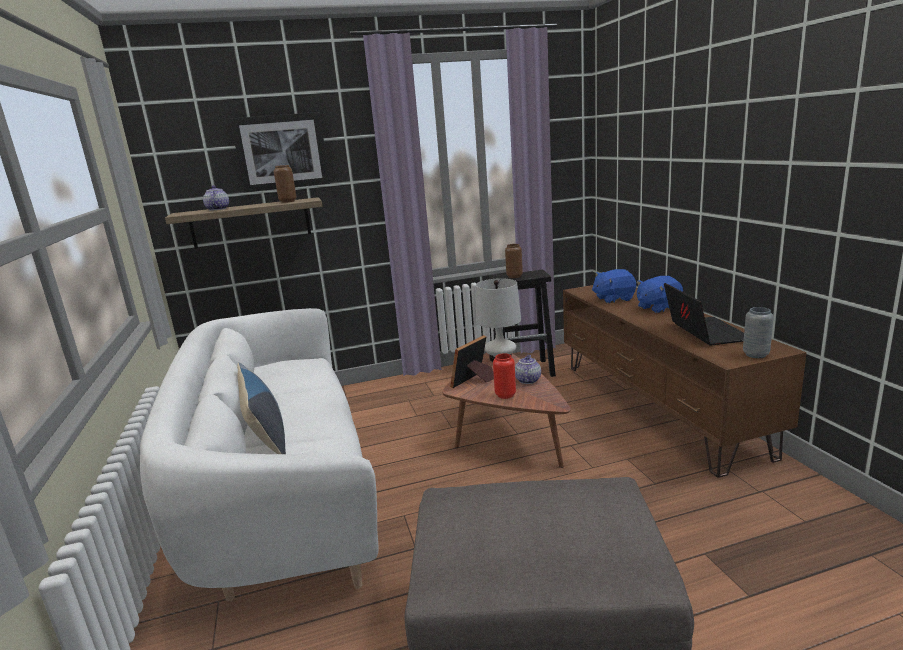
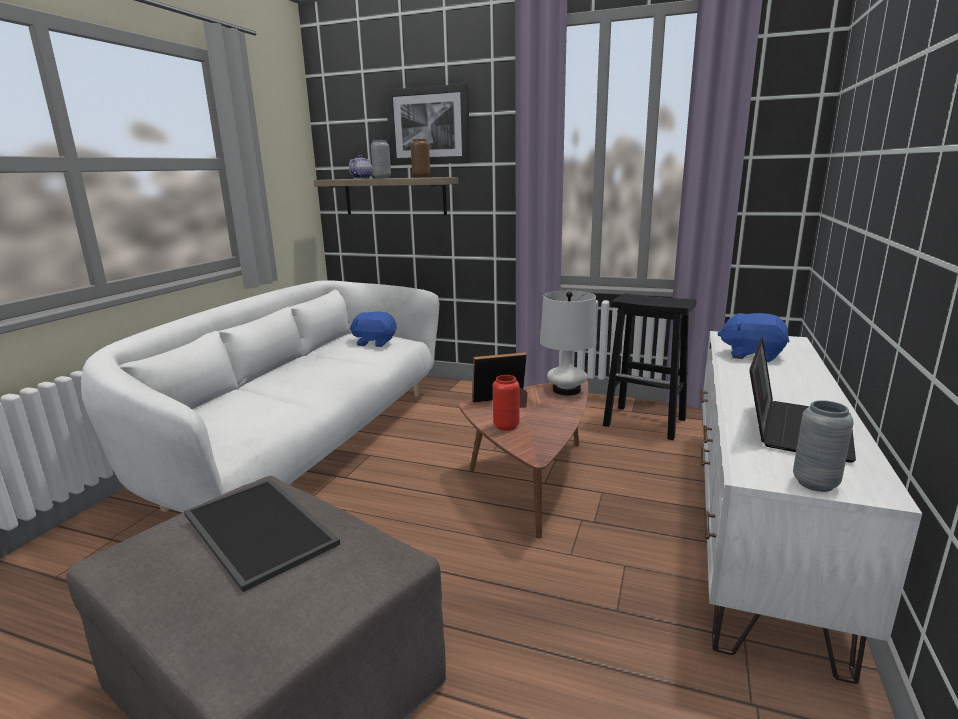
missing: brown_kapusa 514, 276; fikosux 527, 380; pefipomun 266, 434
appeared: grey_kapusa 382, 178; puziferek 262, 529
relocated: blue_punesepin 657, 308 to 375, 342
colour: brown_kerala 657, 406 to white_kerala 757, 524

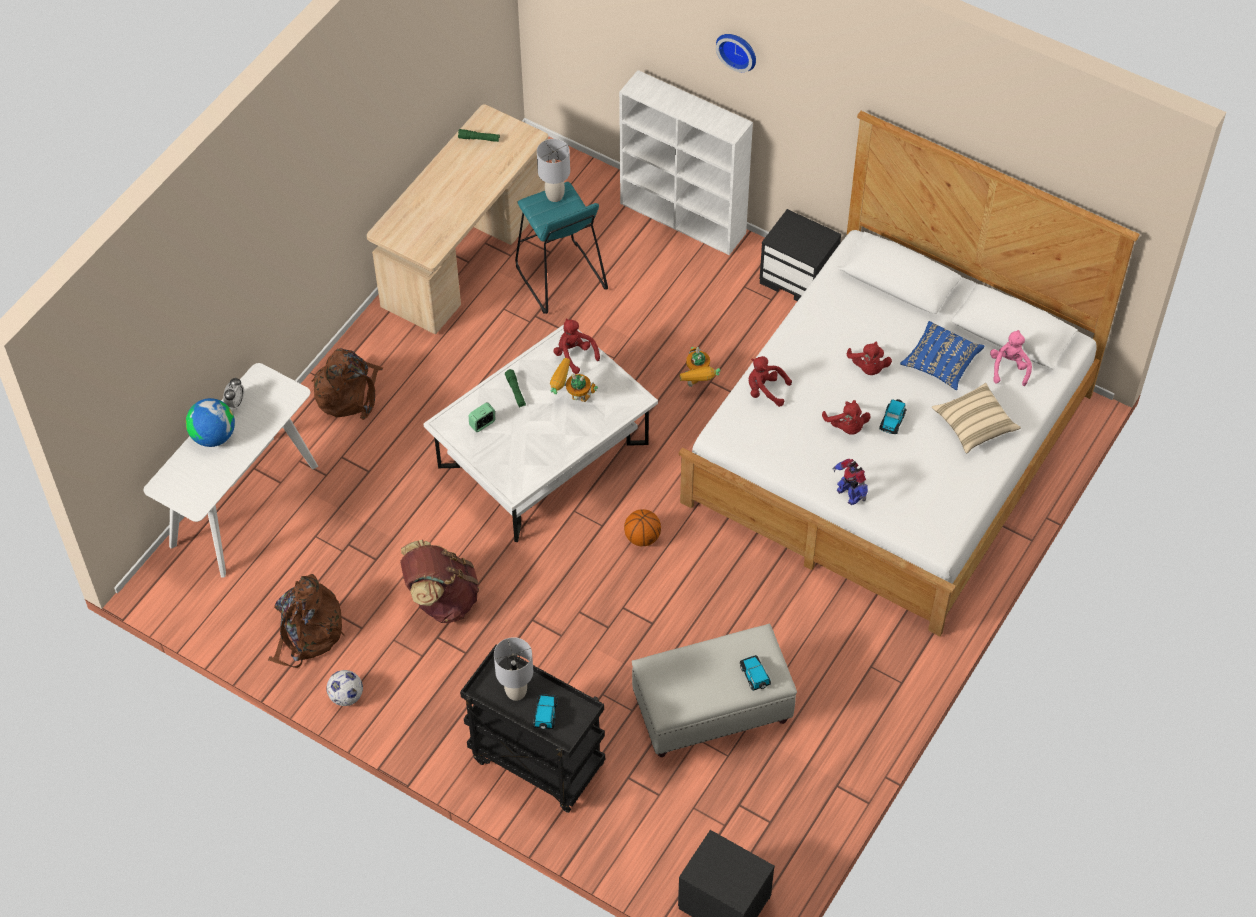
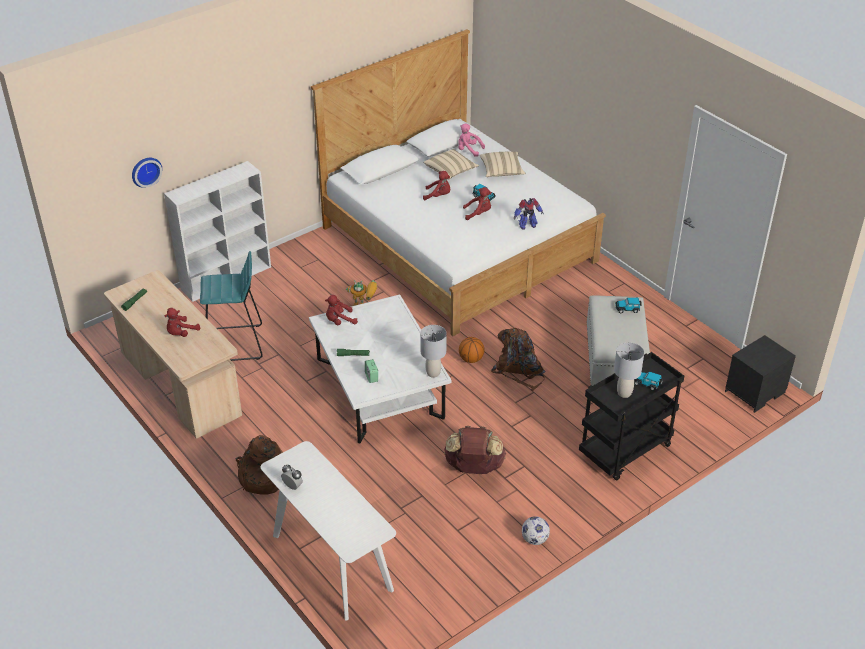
missing: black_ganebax 799, 279; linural 571, 399; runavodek 214, 436
relocated: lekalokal 738, 50 to 145, 171; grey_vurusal 555, 196 to 433, 373; red_punesepin 765, 390 to 181, 333; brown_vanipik 307, 633 to 519, 370
colour: blue_pefipomun 941, 363 to beige_pefipomun 450, 171

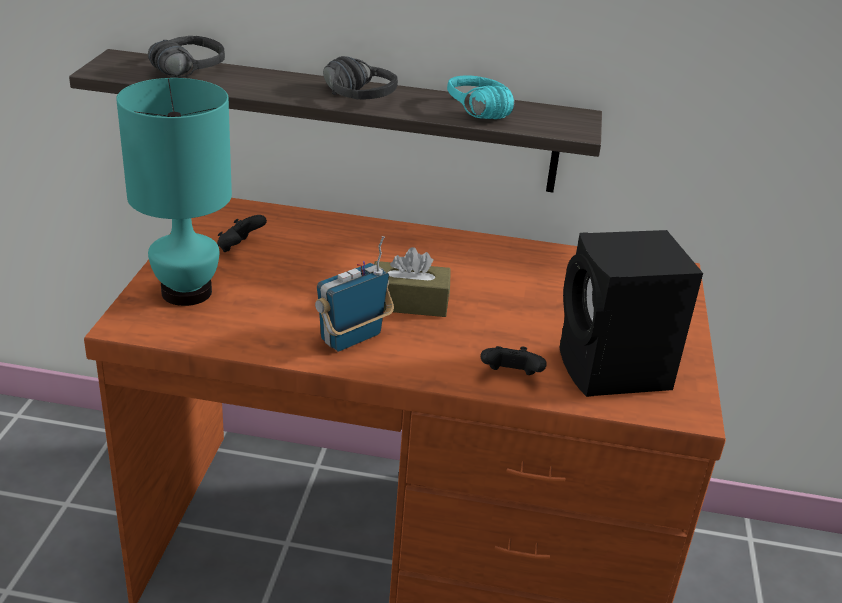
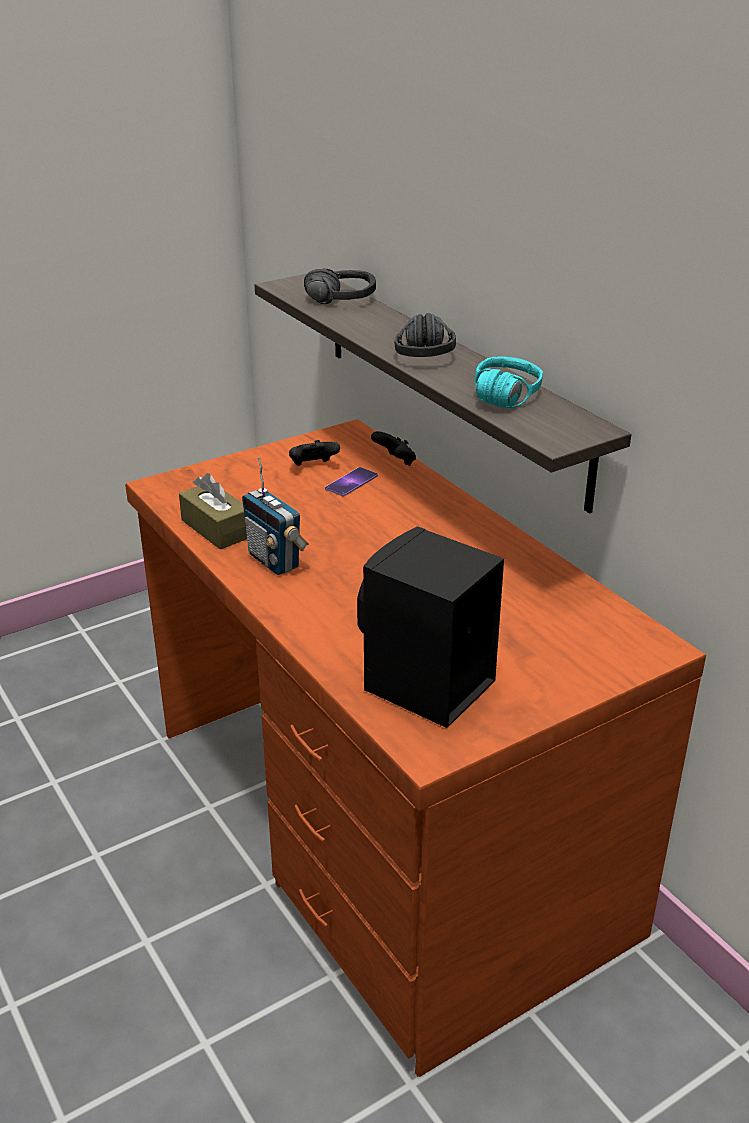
missing: turquoise_vurusal 187, 291
appeared: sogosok 351, 482
relocated: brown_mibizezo 409, 303 to 217, 528; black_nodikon 510, 377 to 395, 462
spun: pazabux 352, 338 = 274, 561 135 degrees counterclockwise

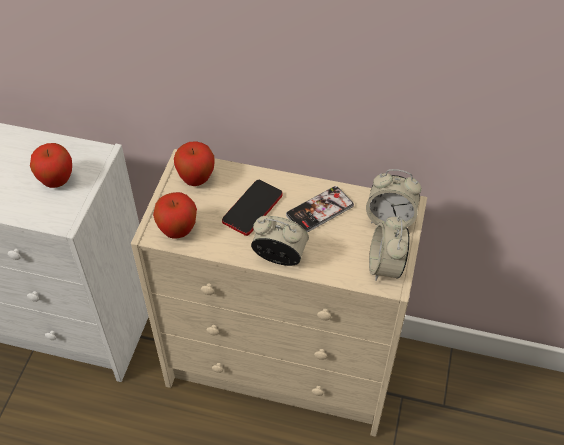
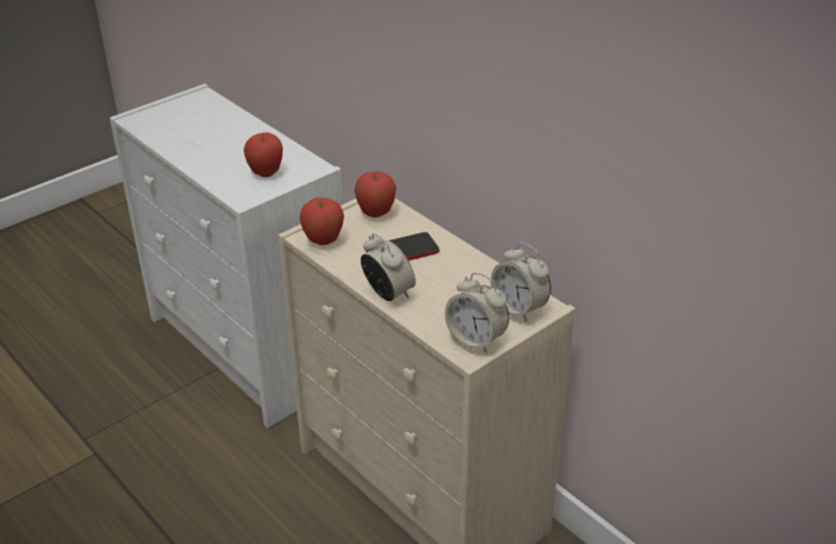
missing: sogosok 320, 210
spun: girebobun 385, 266 = 476, 339 90 degrees counterclockwise

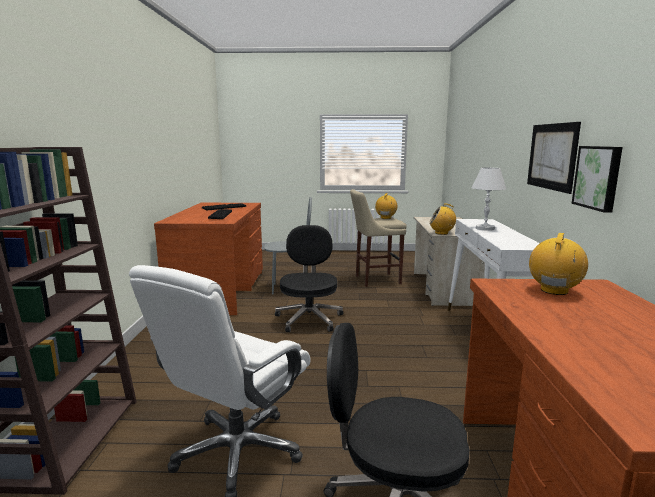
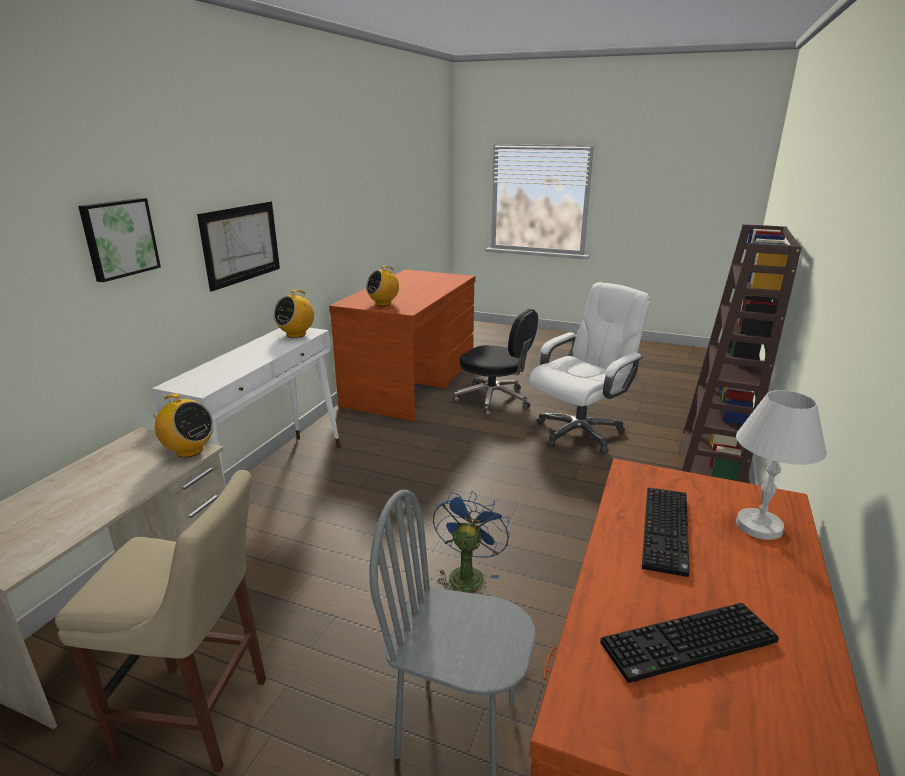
relocated: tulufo 598, 177 to 119, 238; white_vurusal 484, 228 to 759, 526; pazabux 386, 218 to 296, 334
exchanged: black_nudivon 309, 318 to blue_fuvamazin 467, 573

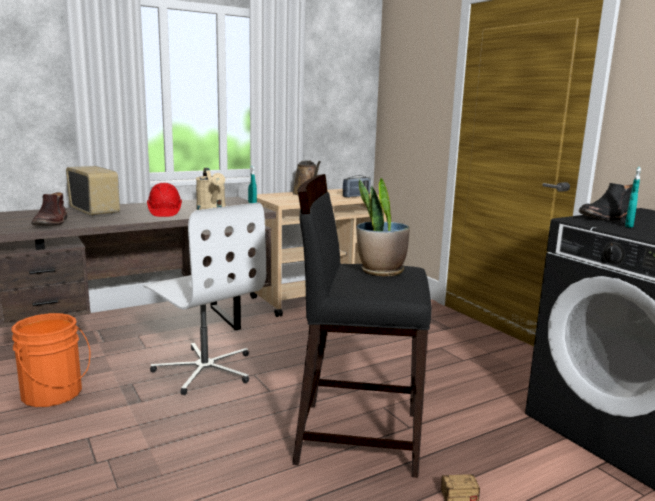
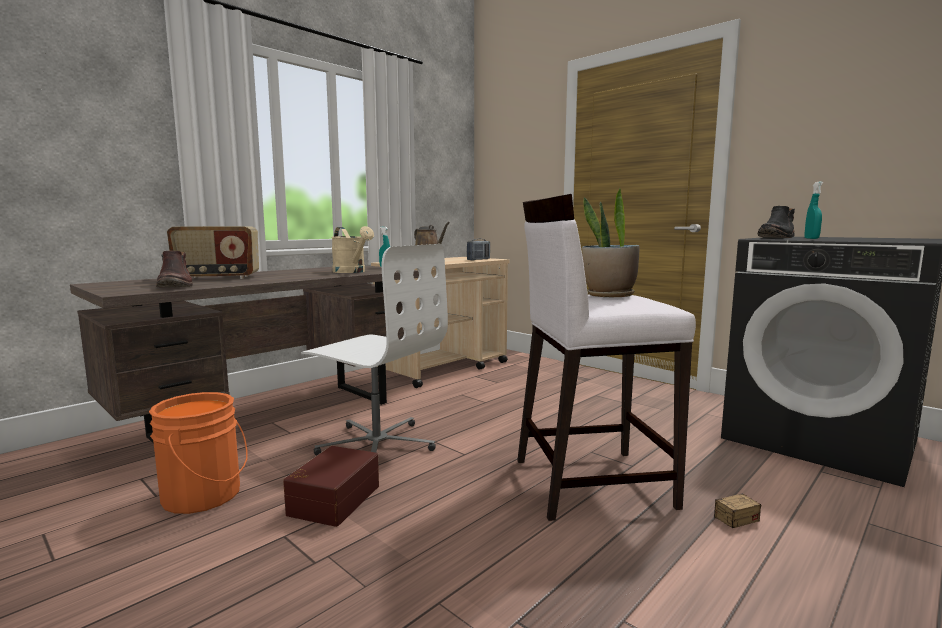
missing: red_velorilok 164, 212
appeared: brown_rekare 332, 499
colour: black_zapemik 356, 436 to white_zapemik 589, 482
spun: pazabux 95, 212 = 217, 278 135 degrees clockwise

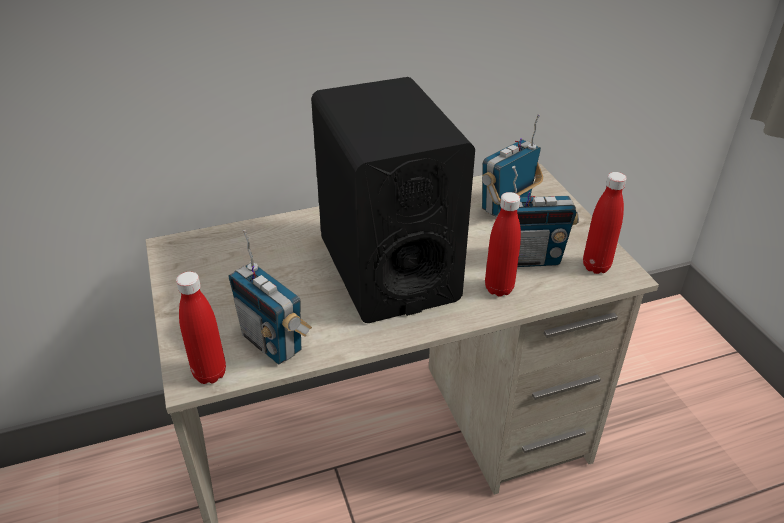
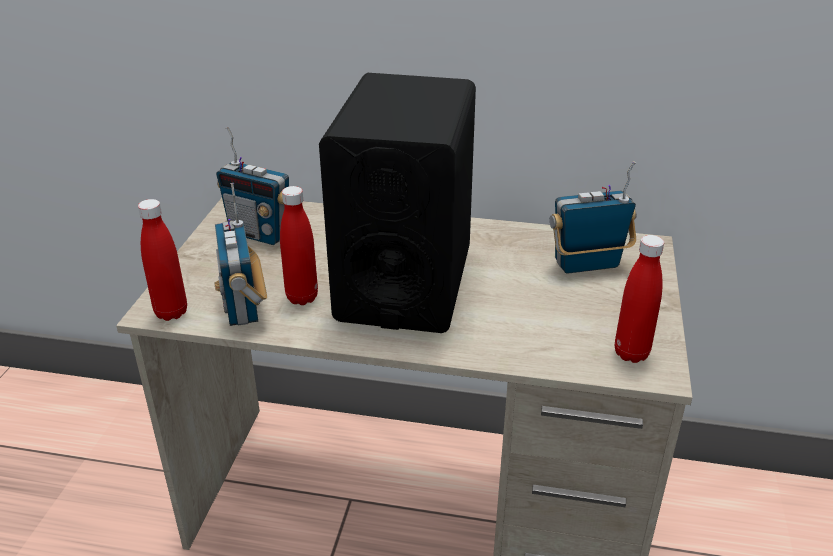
relocated: pazabux 530, 258 to 260, 234; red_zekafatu 499, 288 to 302, 297

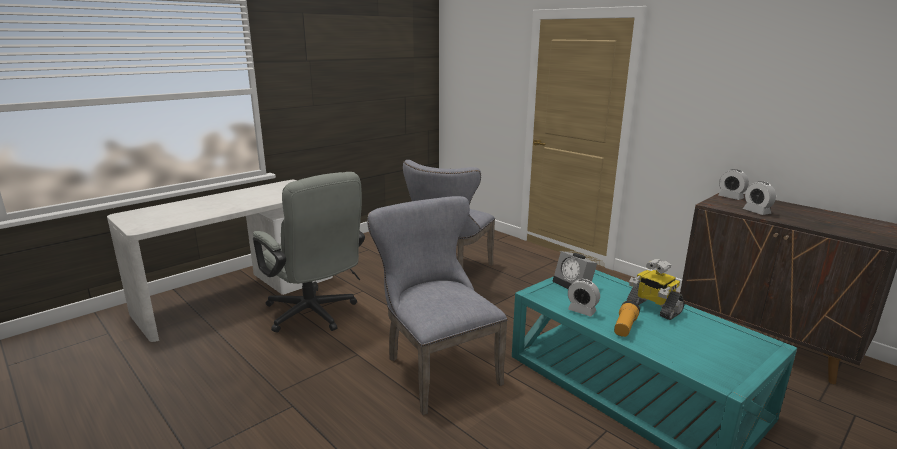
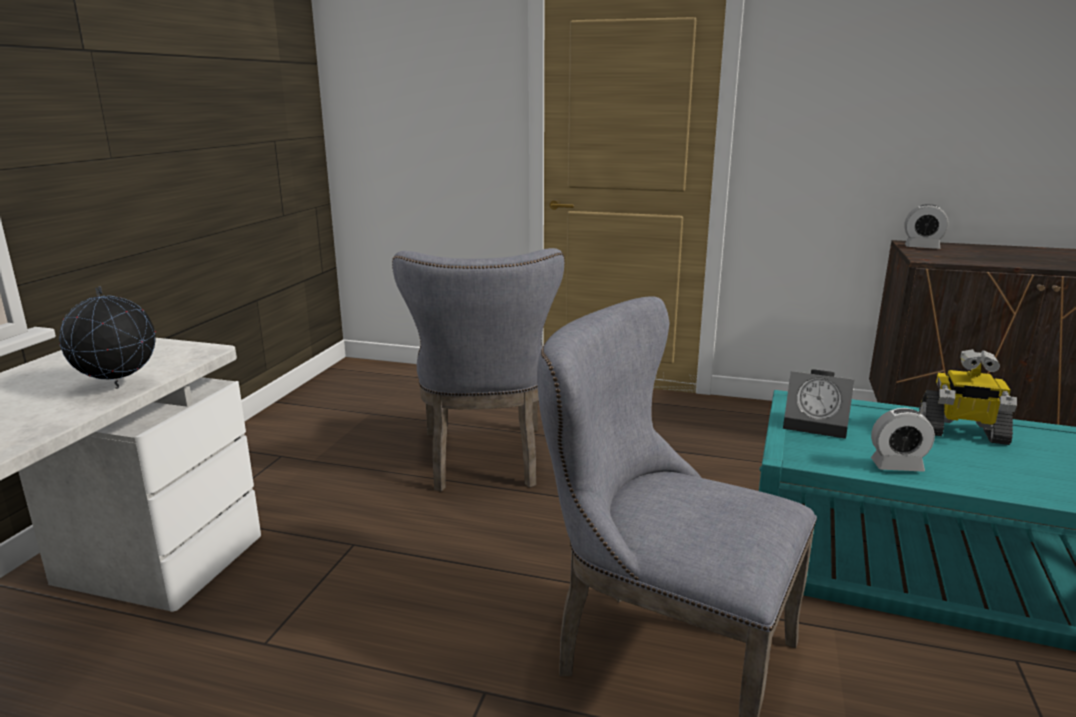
missing: grey_nudivon 314, 315; girebobun 756, 211; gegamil 625, 327
appeared: runavodek 119, 387

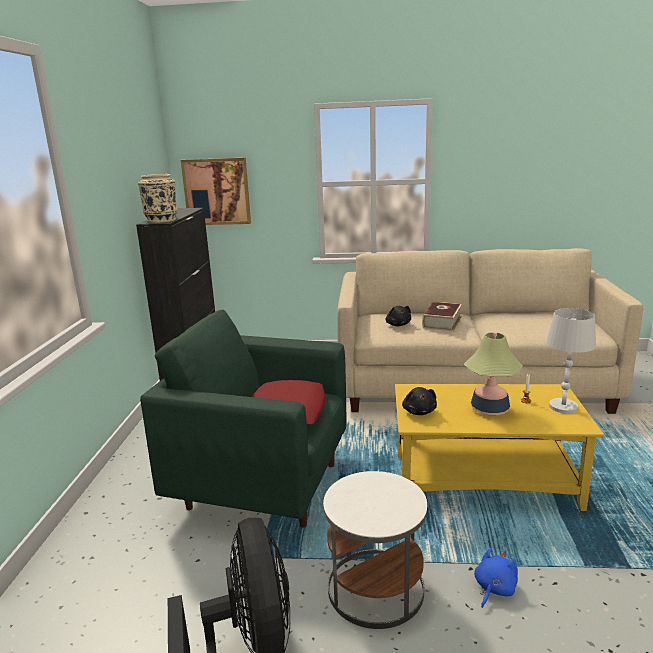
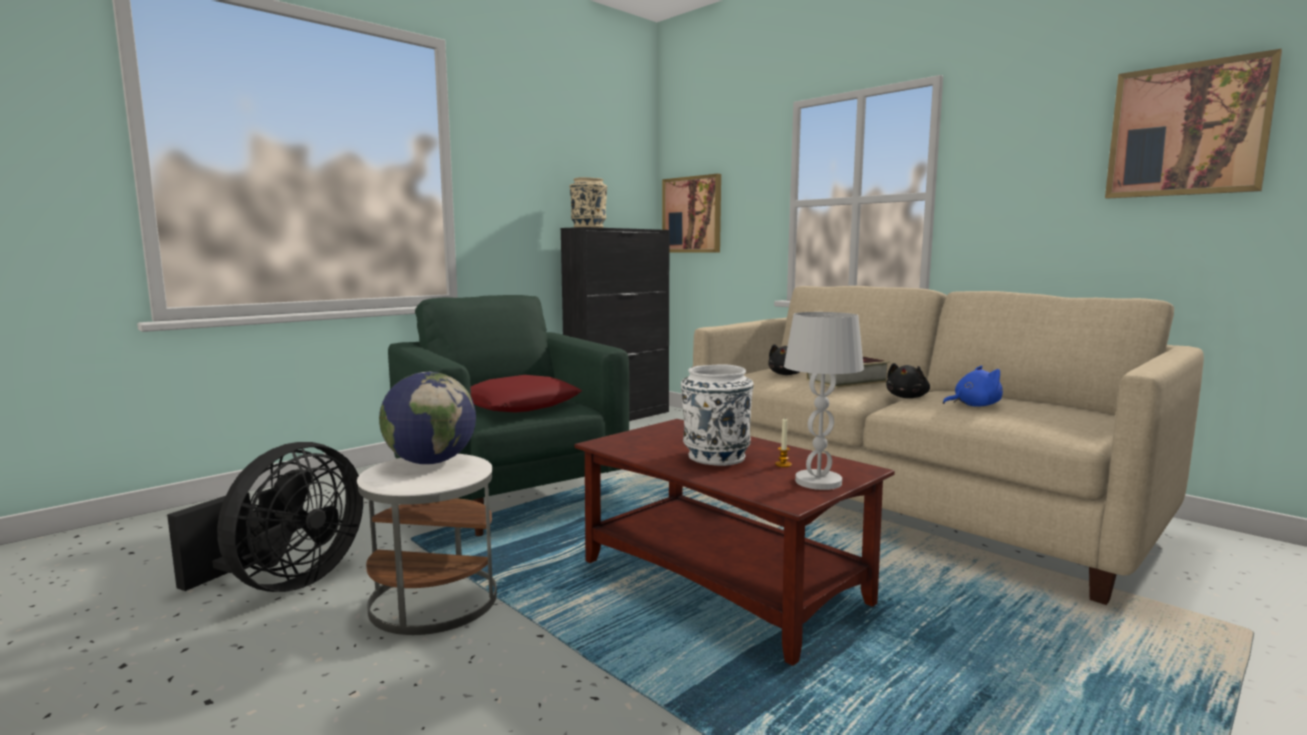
appeared: tulufo 1187, 130; runavodek 431, 462
relocated: black_punesepin 419, 411 to 907, 397; blue_punesepin 494, 588 to 973, 405
exchanged: vurusal 490, 409 to white_kapusa 716, 457
colour: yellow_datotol 485, 481 to brown_datotol 724, 583

